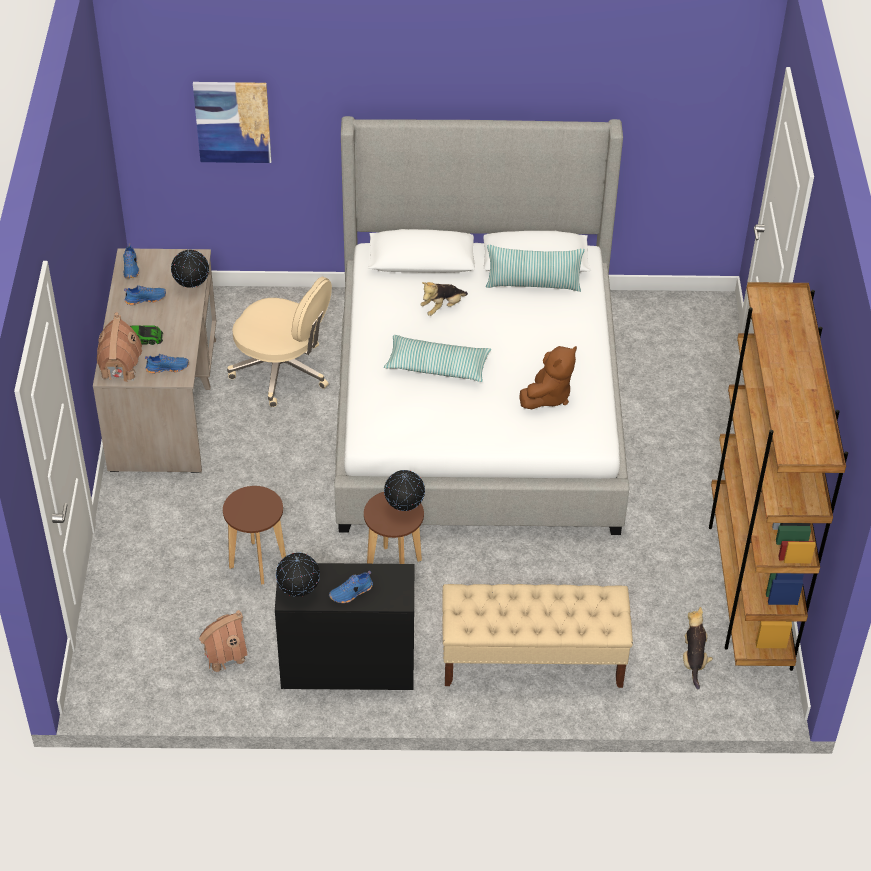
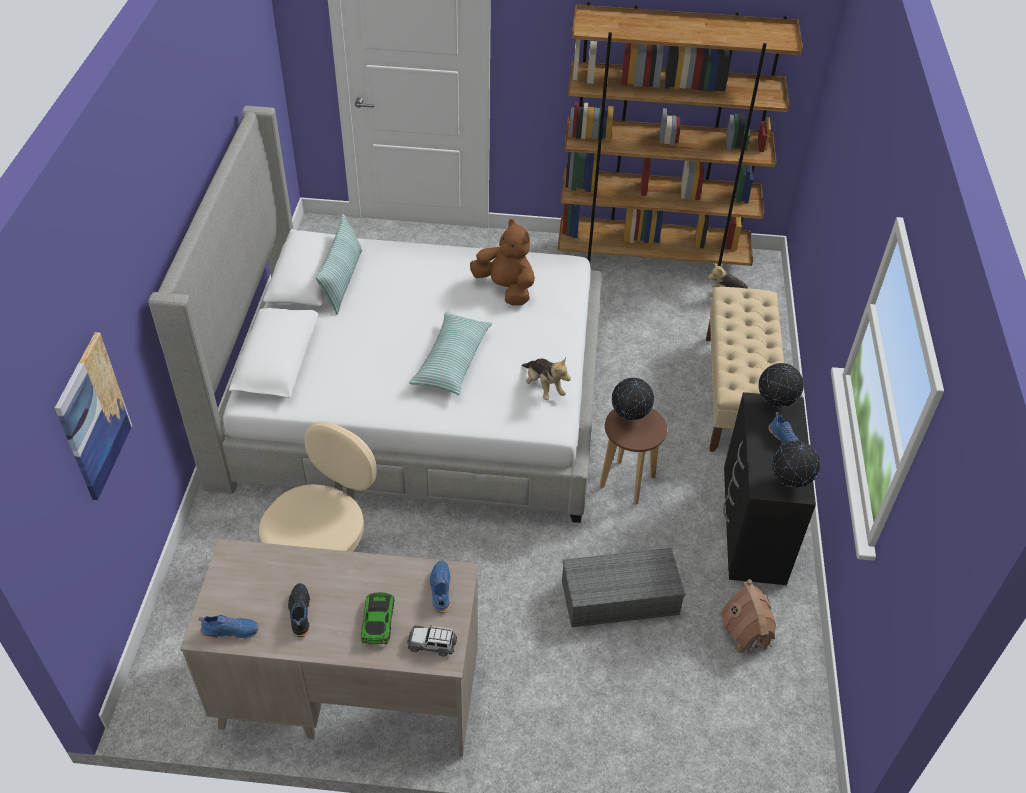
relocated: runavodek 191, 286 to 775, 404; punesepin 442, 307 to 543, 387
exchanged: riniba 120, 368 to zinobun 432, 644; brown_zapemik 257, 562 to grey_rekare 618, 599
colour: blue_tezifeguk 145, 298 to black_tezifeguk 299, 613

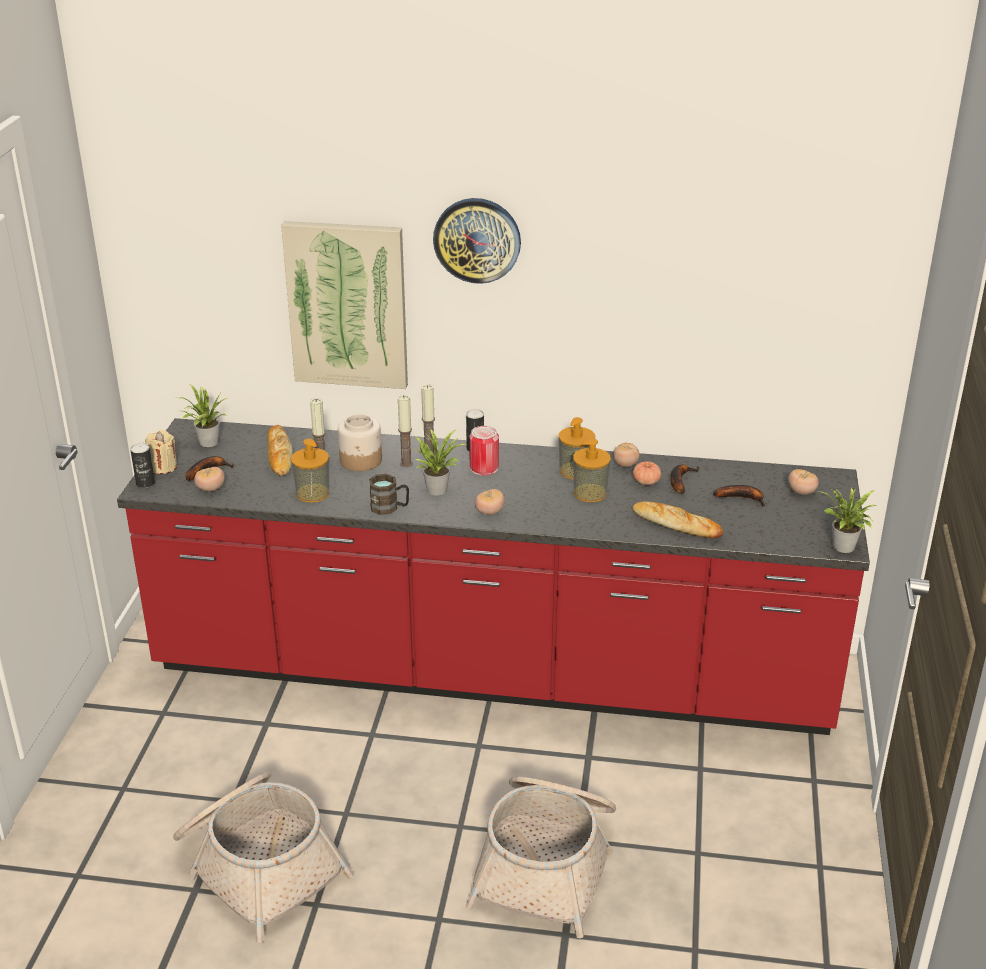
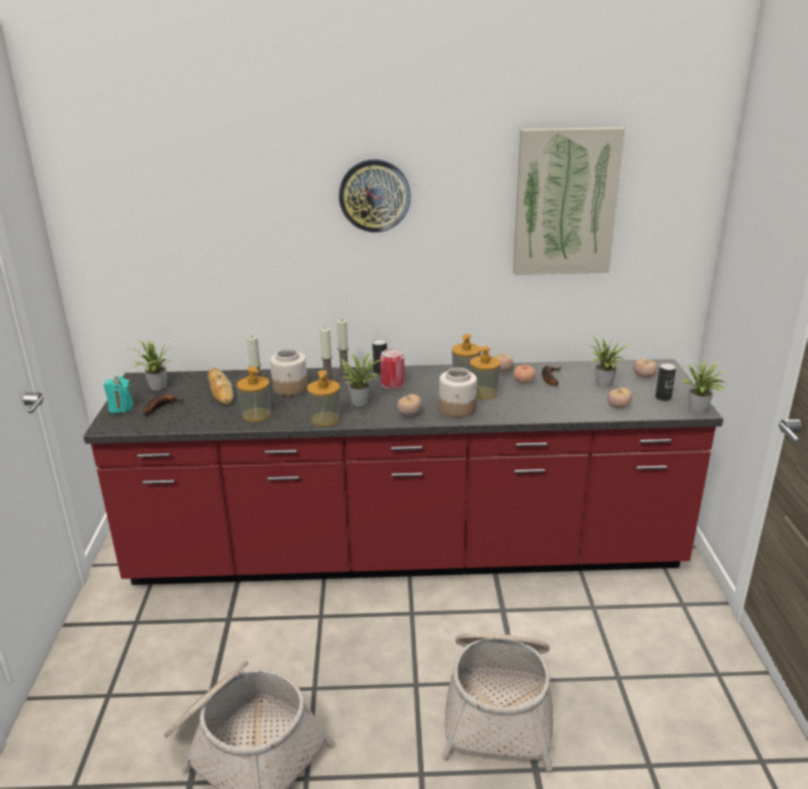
missing: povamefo 676, 524
appeared: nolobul 457, 409
relocated: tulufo 347, 304 to 565, 202; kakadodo 145, 483 to 663, 397; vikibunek 211, 489 to 618, 407
exchanged: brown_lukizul 390, 508 to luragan 325, 419; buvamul 742, 498 to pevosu 602, 385
colour: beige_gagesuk 163, 467 to turquoise_gagesuk 121, 408

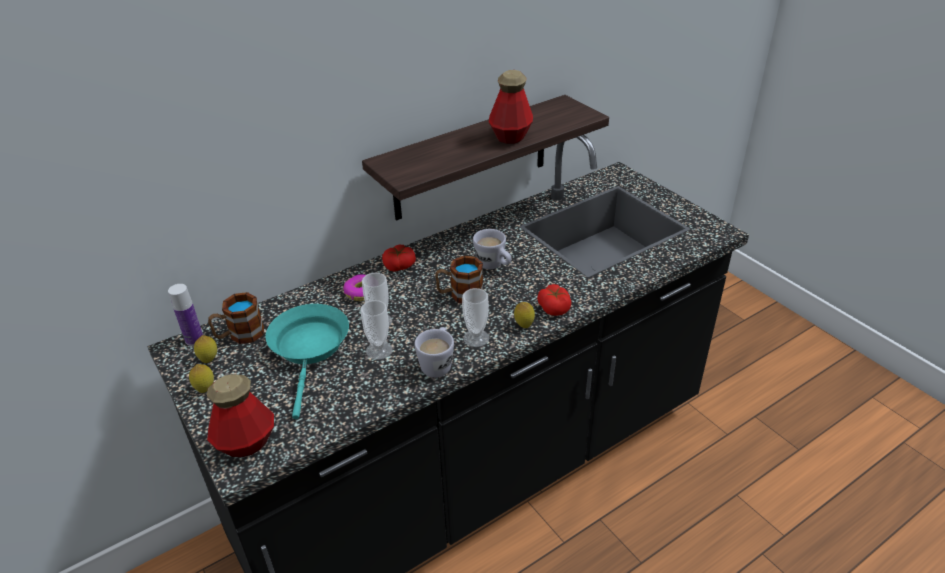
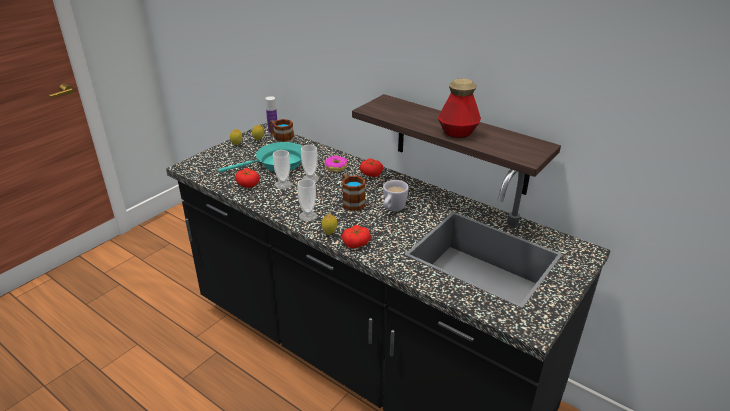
missing: white_lukizul 438, 364; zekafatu 246, 443
appeared: vikibunek 247, 184

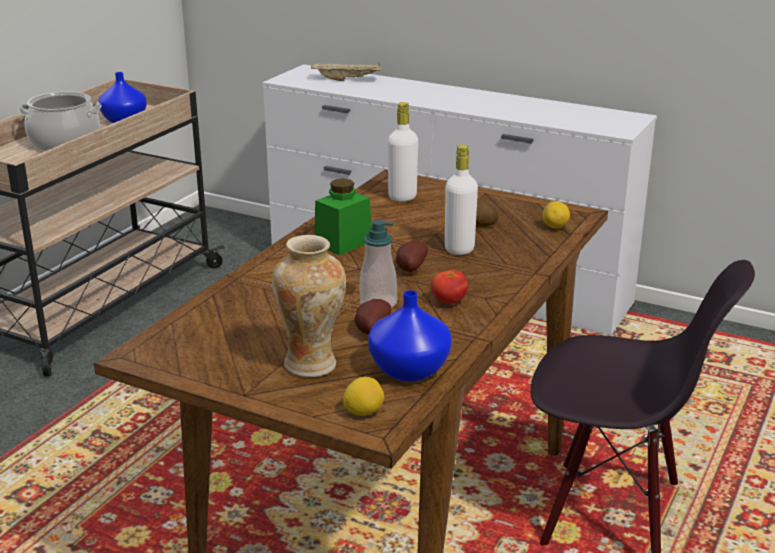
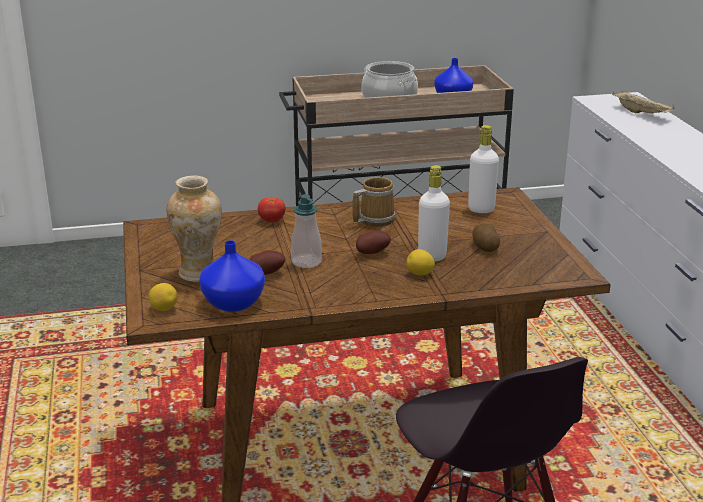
relocated: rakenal 555, 227 to 420, 274; vikibunek 448, 302 to 272, 221
exchanged: green_nolobul 343, 243 to lukizul 374, 220

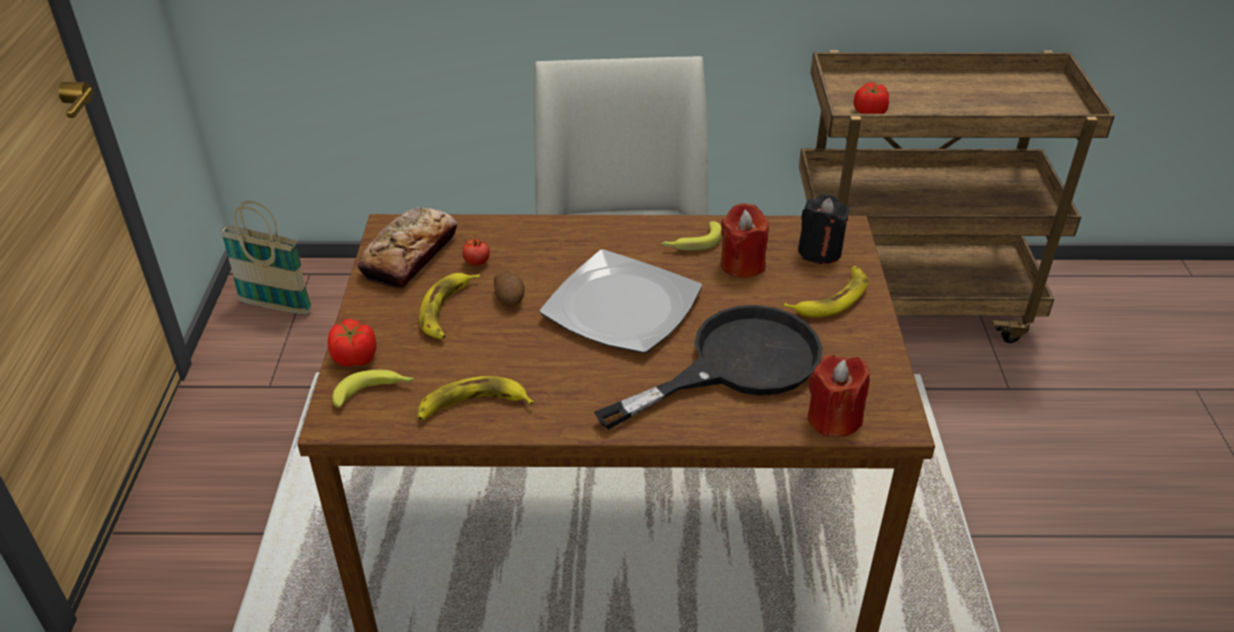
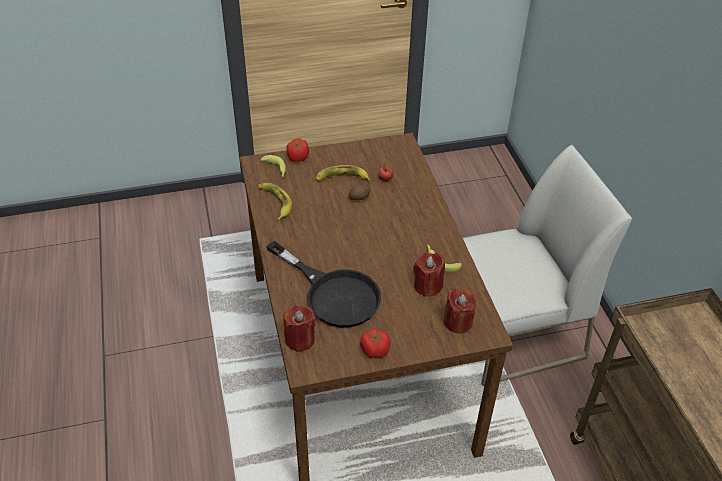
missing: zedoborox 275, 306; povamefo 410, 256; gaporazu 621, 306; buvamul 831, 298
relocated: vikibunek 869, 113 to 374, 350
colour: black_gagesuk 819, 251 to red_gagesuk 457, 322

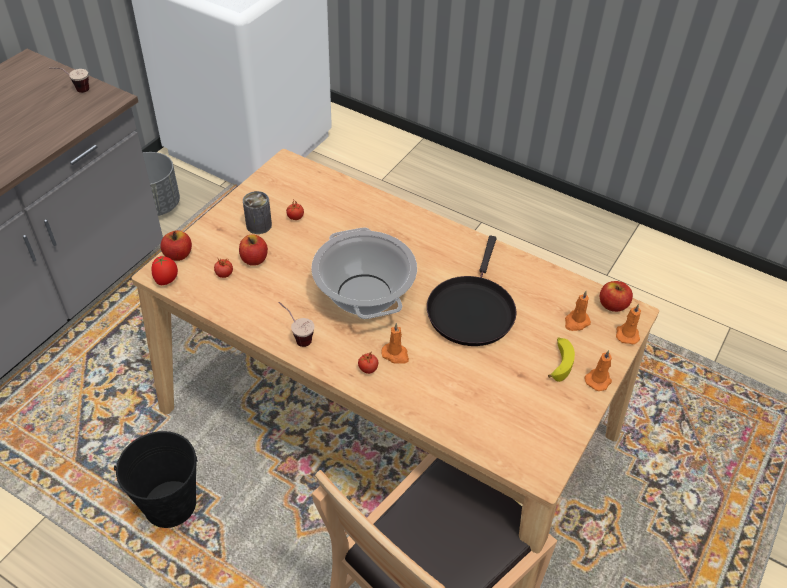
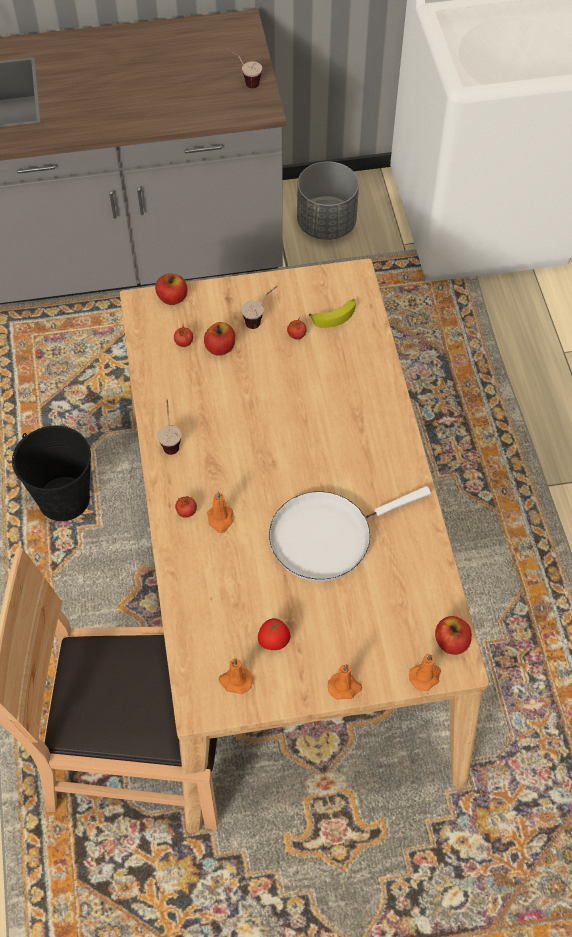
missing: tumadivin 363, 294
relocated: vikibunek 167, 281 to 274, 642; orange_gagesuk 576, 322 to 235, 681; buvamul 559, 362 to 335, 315
exchanged: kakadodo 259, 225 to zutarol 260, 319
colour: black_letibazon 471, 310 to white_letibazon 326, 536

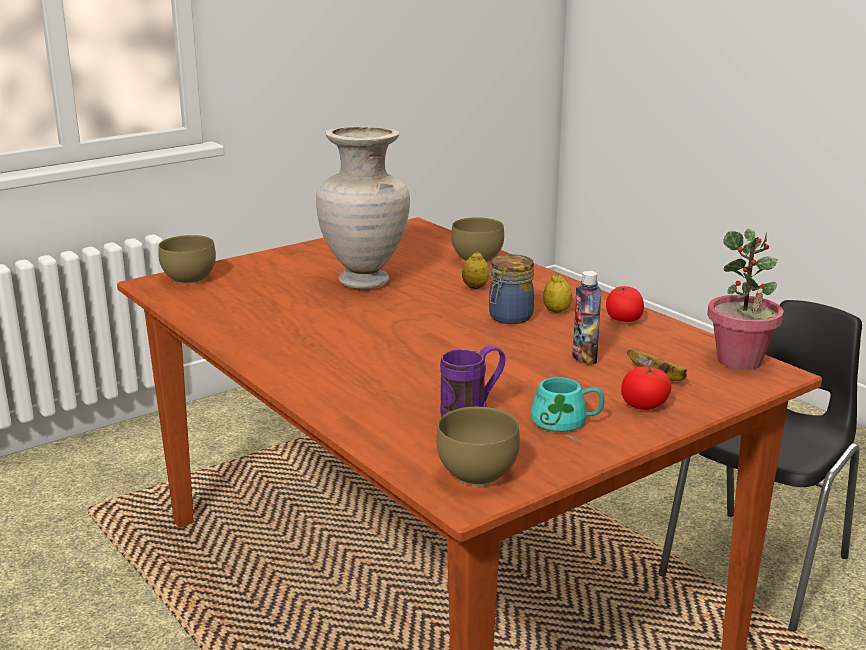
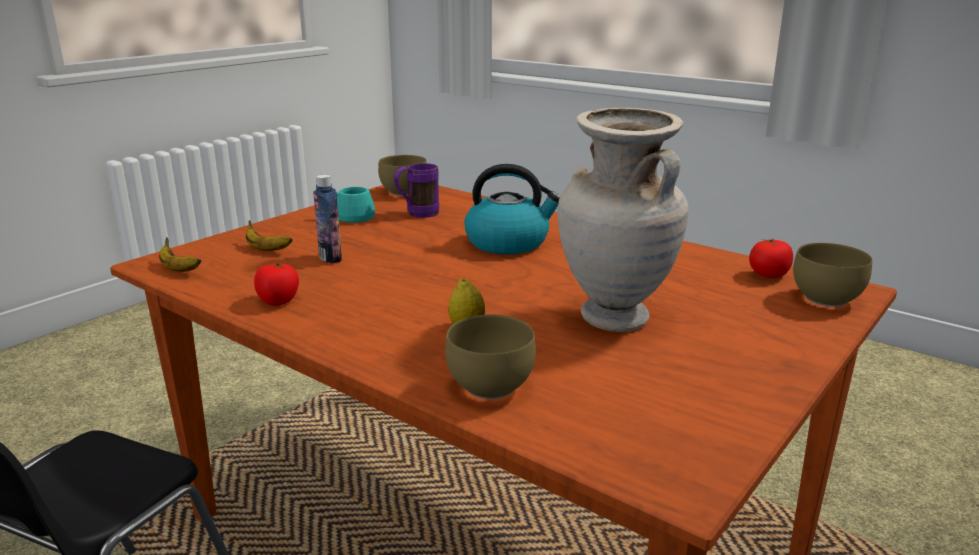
missing: nolobul 509, 317; rakenal 556, 311
appeared: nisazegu 508, 243
relocated: vikibunek 644, 405 to 768, 275
exchanged: pevosu 740, 361 to buvamul 178, 269

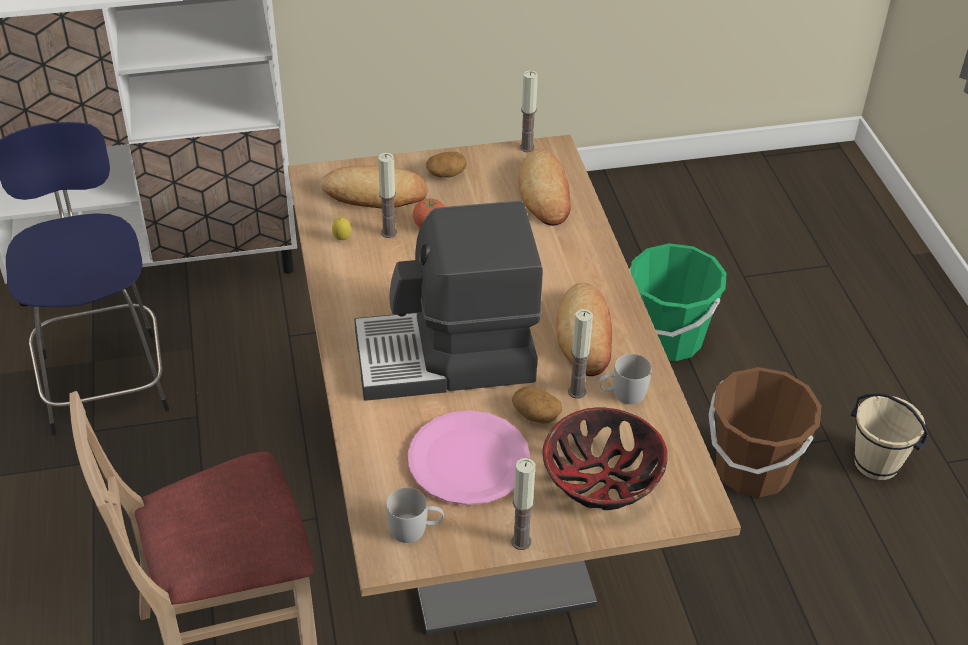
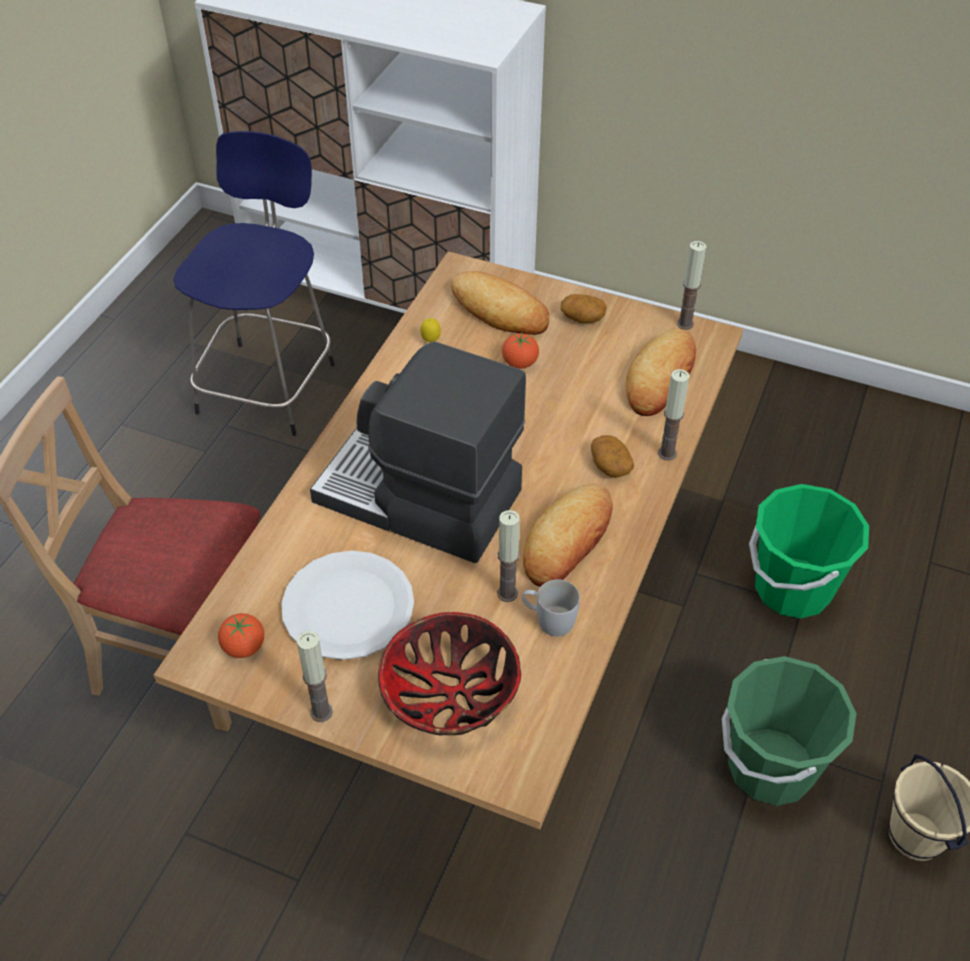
relocated: gagesuk 389, 233 to 667, 453; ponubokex 535, 414 to 610, 465
exchanged: white_lukizul 415, 530 to vikibunek 244, 647
colour: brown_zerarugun 752, 470 to green_zerarugun 770, 767; pink_gaporazu 469, 460 to white_gaporazu 348, 607

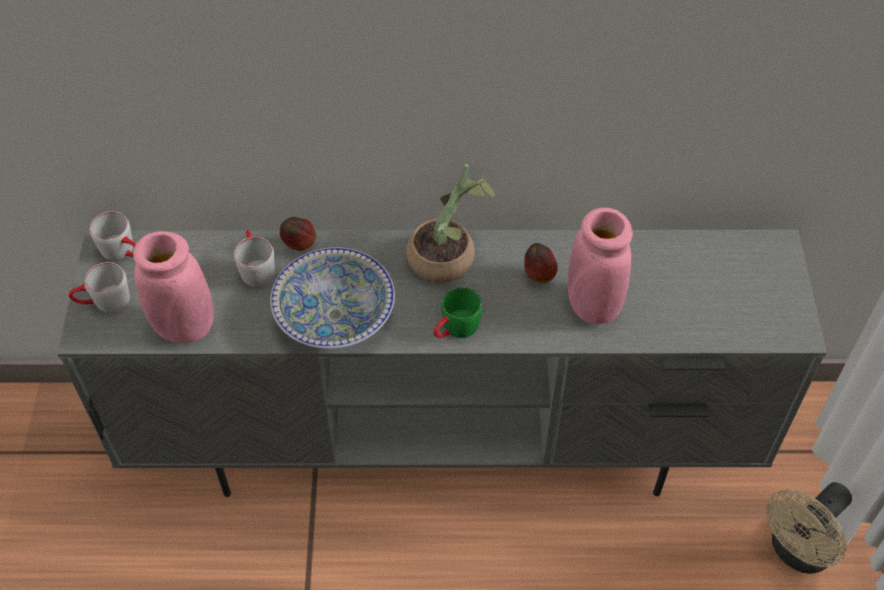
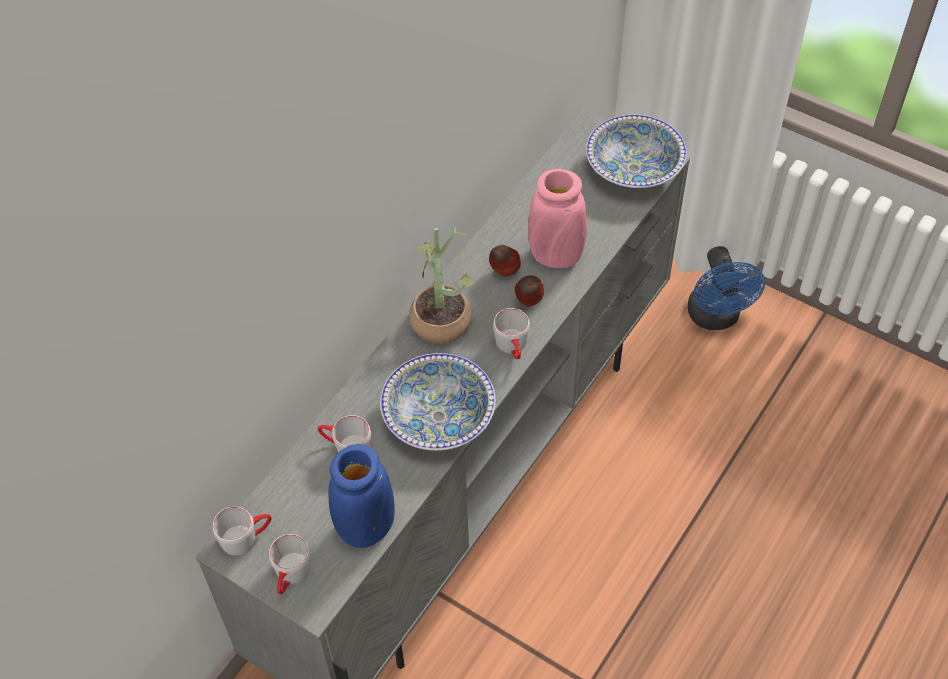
appeared: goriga 634, 169
relocated: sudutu 299, 246 to 528, 302
colour: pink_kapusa 184, 326 to blue_kapusa 366, 527; green_lukizul 455, 329 to grey_lukizul 513, 348; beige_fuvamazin 796, 551 to blue_fuvamazin 716, 318

